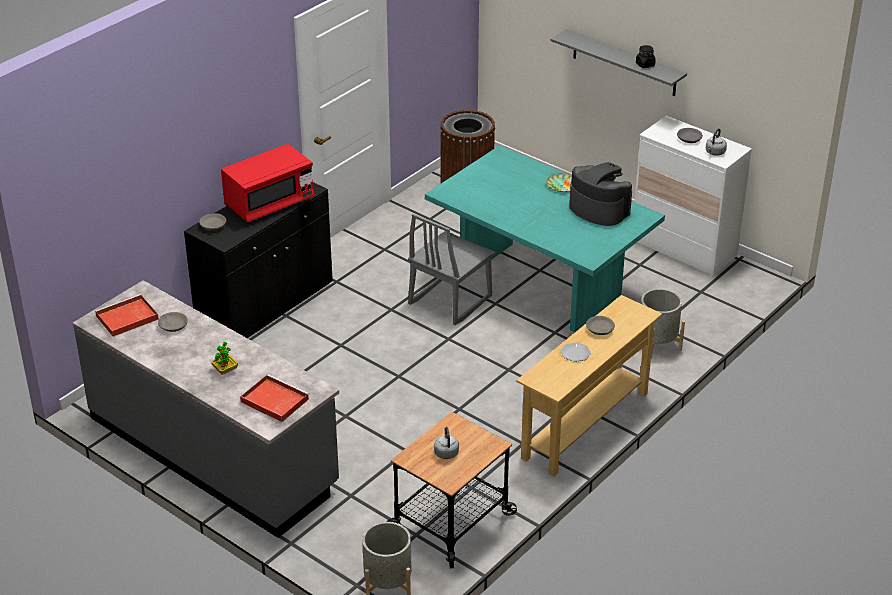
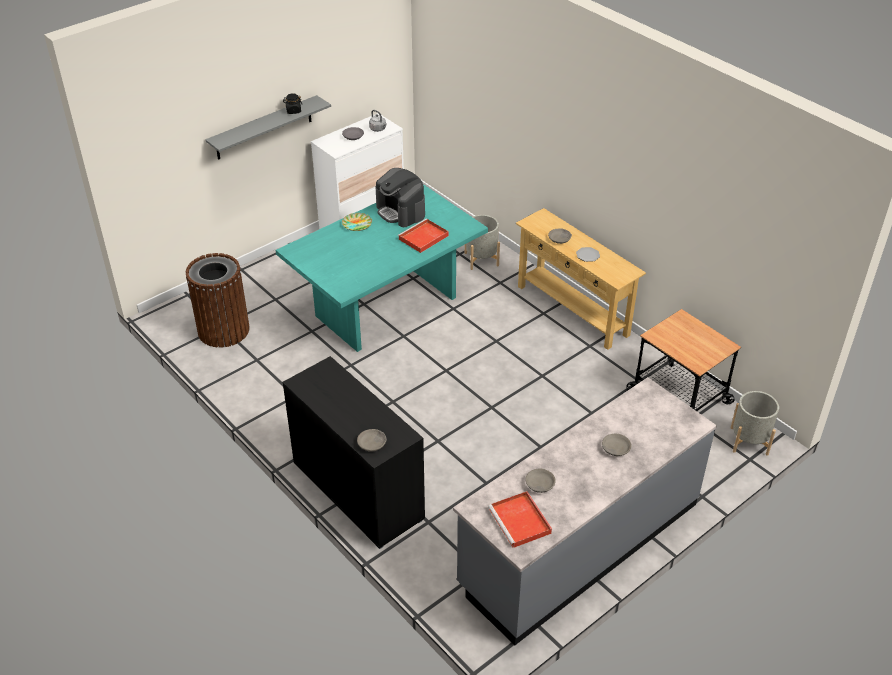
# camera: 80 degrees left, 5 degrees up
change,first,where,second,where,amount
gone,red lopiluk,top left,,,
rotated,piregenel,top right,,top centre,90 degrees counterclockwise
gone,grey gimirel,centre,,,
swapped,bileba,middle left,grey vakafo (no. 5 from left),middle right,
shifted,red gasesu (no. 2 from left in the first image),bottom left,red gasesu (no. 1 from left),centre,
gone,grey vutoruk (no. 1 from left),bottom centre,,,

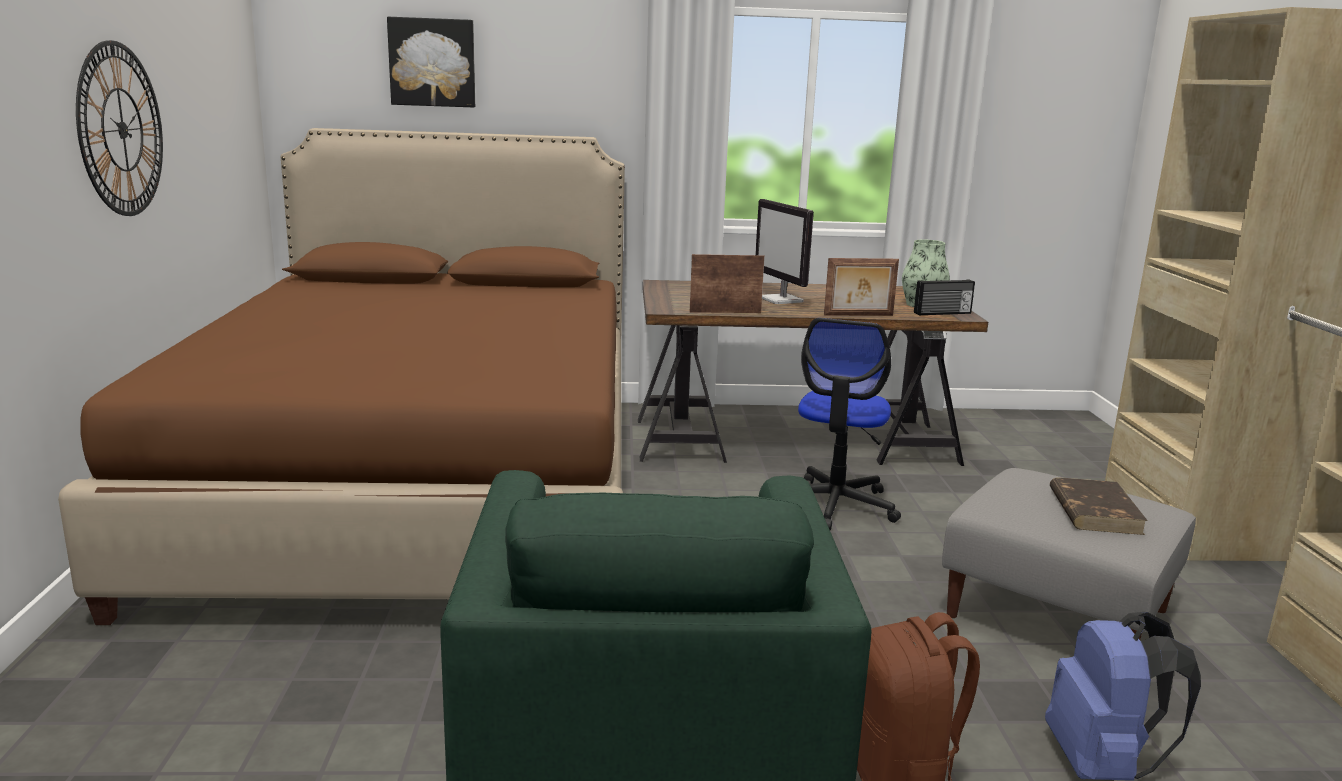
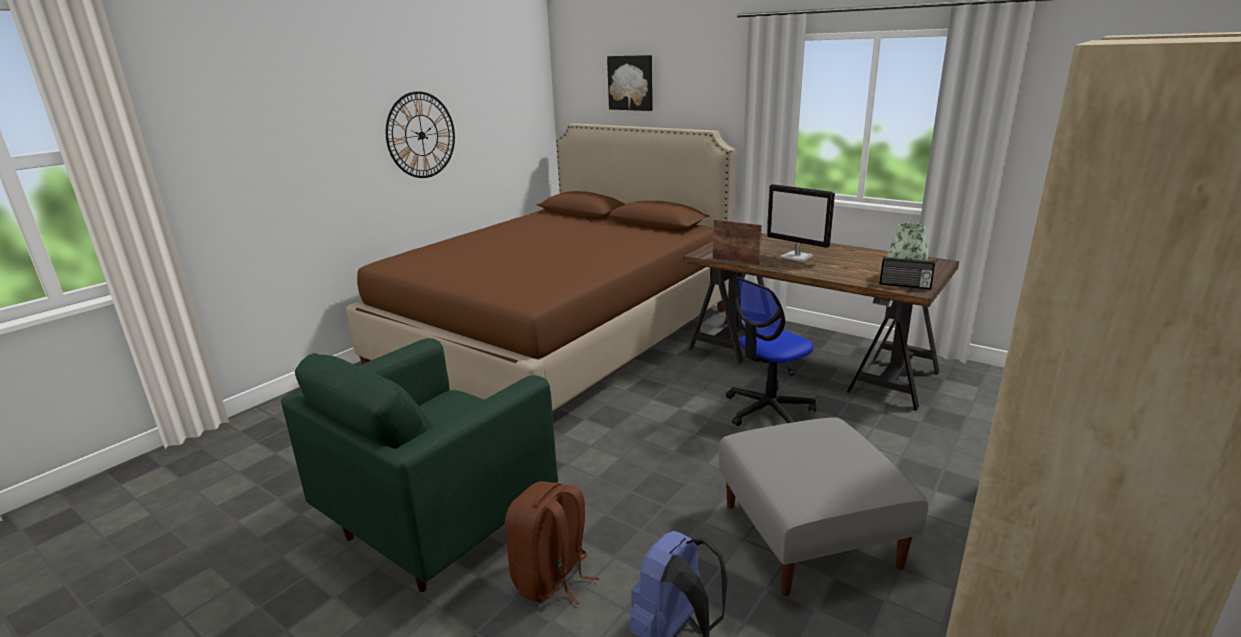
# camera: 40 degrees right, 5 degrees up
change,first,where,second,where,amount
rotated,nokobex,top centre,,centre,60 degrees counterclockwise
gone,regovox (no. 2 from left),centre,,,
gone,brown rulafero,middle right,,,

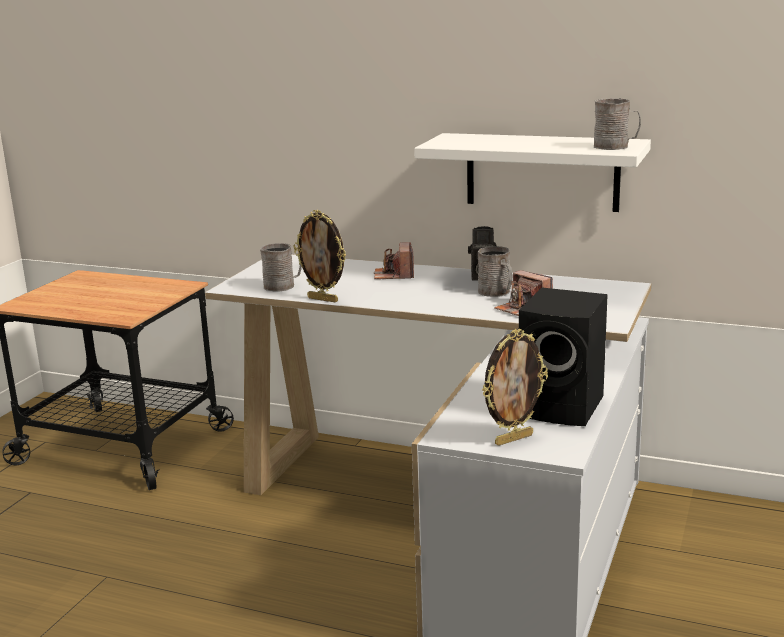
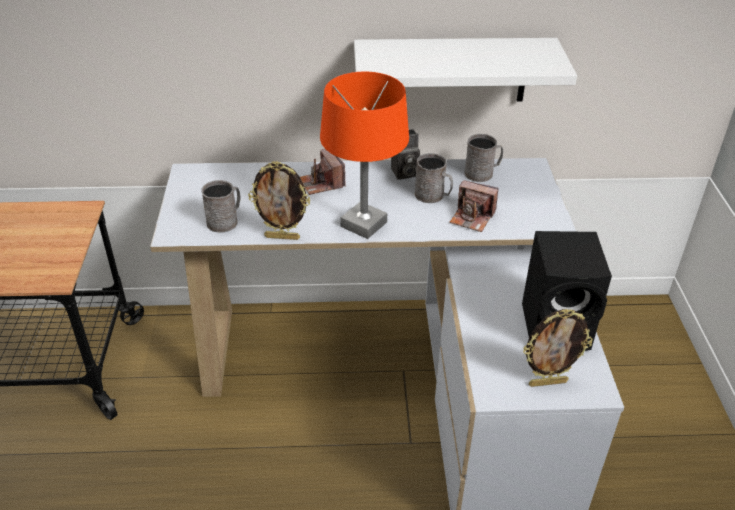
# camera: 25 degrees left, 20 degrees up
change,first,where,second,where,amount
shifted,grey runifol (no. 3 from left),top right,,top centre,
rotated,regovox (no. 2 from left),centre,,bottom right,45 degrees clockwise
new,,,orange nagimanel,top centre,

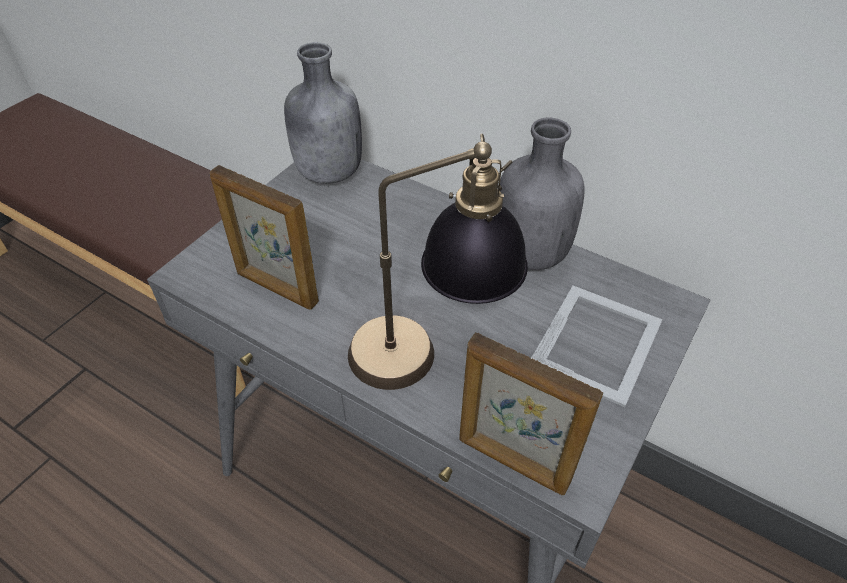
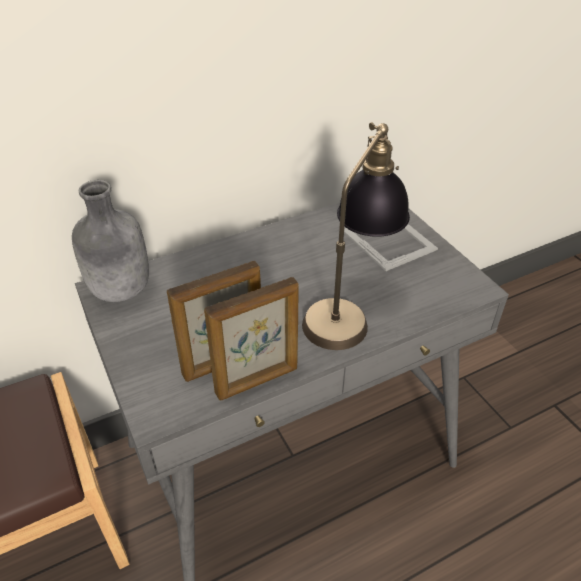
# camera: 60 degrees left, 5 degrees down
change,first,where,second,where,amount
gone,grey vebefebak (no. 2 from left),top centre,,,
shifted,regovox (no. 2 from left),bottom centre,,centre,

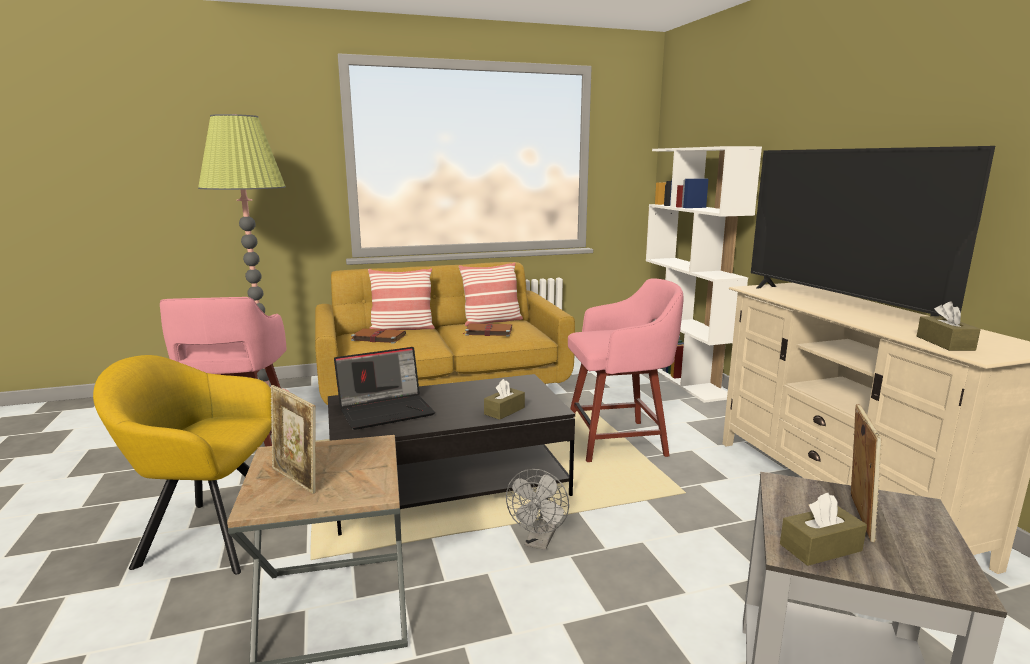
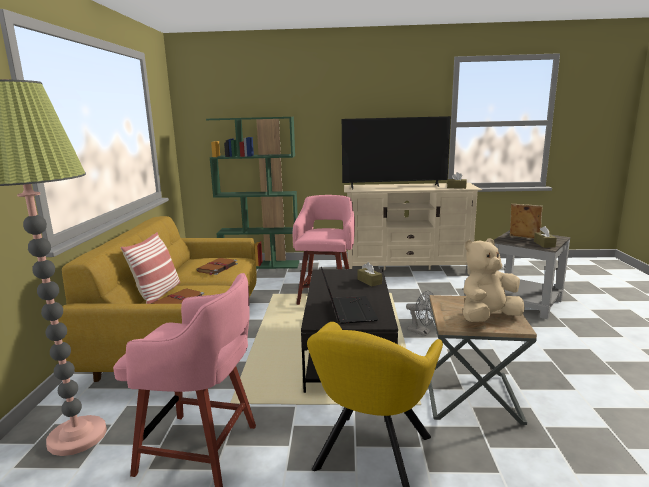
# camera: 70 degrees left, 0 degrees up
change,first,where,second,where,amount
repainted,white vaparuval,middle right,green vaparuval,centre,
gone,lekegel (no. 2 from left),centre,,,
swapped,regovox (no. 1 from left),middle left,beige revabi,middle right,

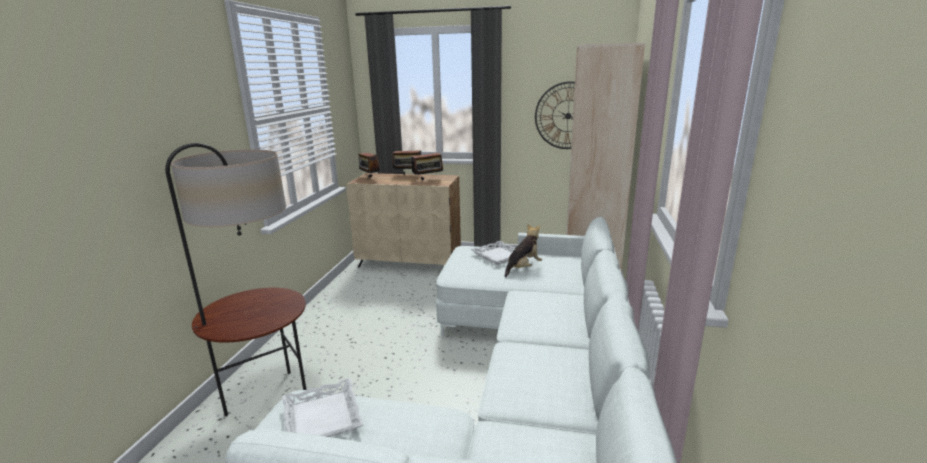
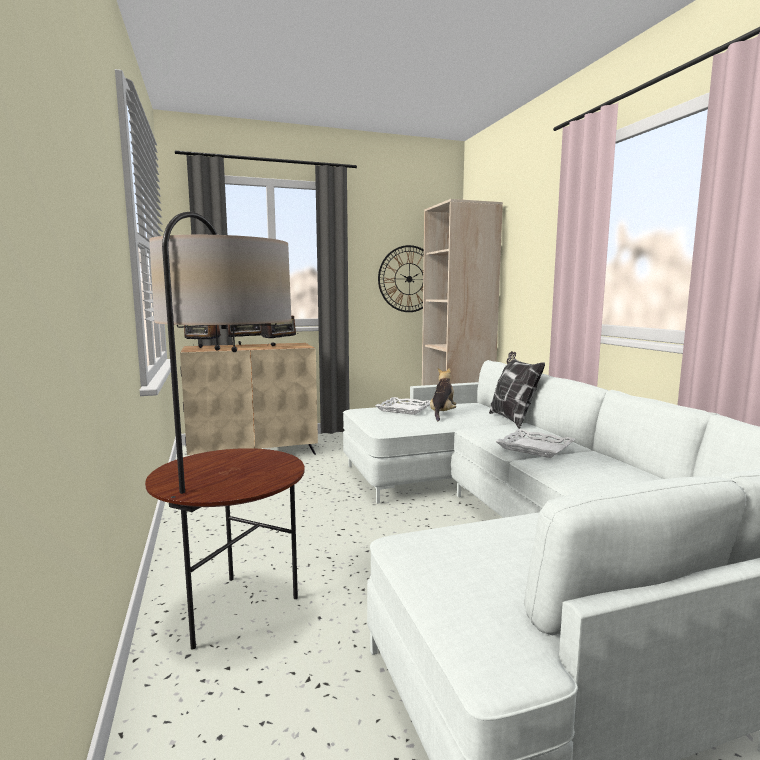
# camera: 30 degrees left, 10 degrees down
change,first,where,second,where,amount
shifted,white gasesu (no. 1 from left in the first image),bottom centre,white gasesu (no. 2 from left),middle right,
new,,,lekegel,middle right,

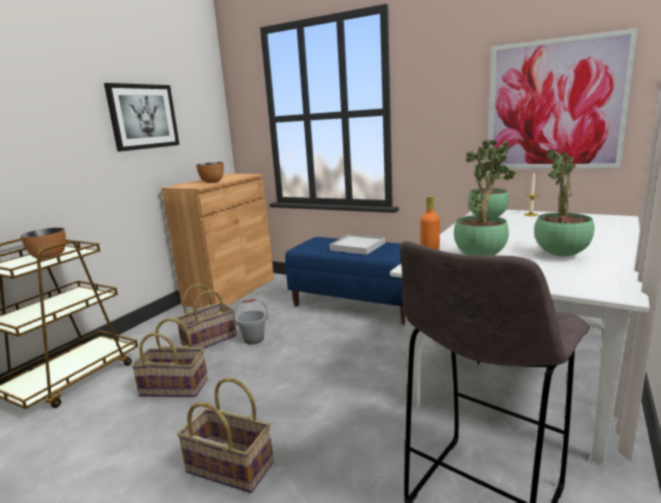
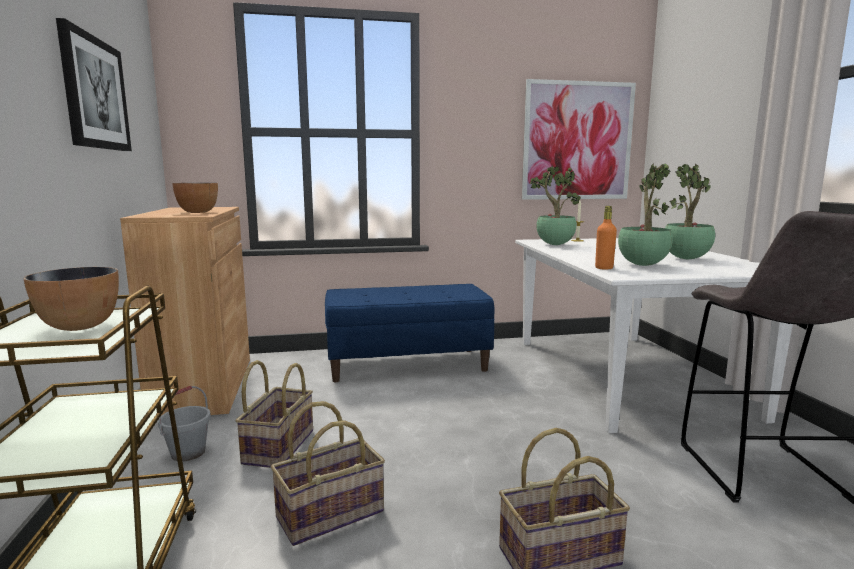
# camera: 40 degrees left, 5 degrees down
change,first,where,second,where,amount
gone,white gasesu,centre,,,
shifted,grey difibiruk,centre,,bottom left,

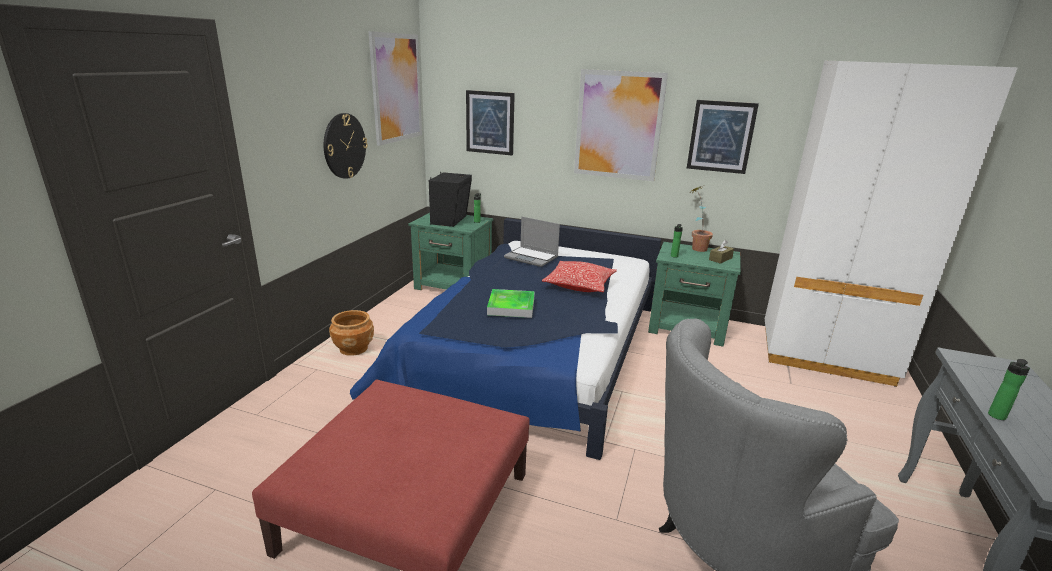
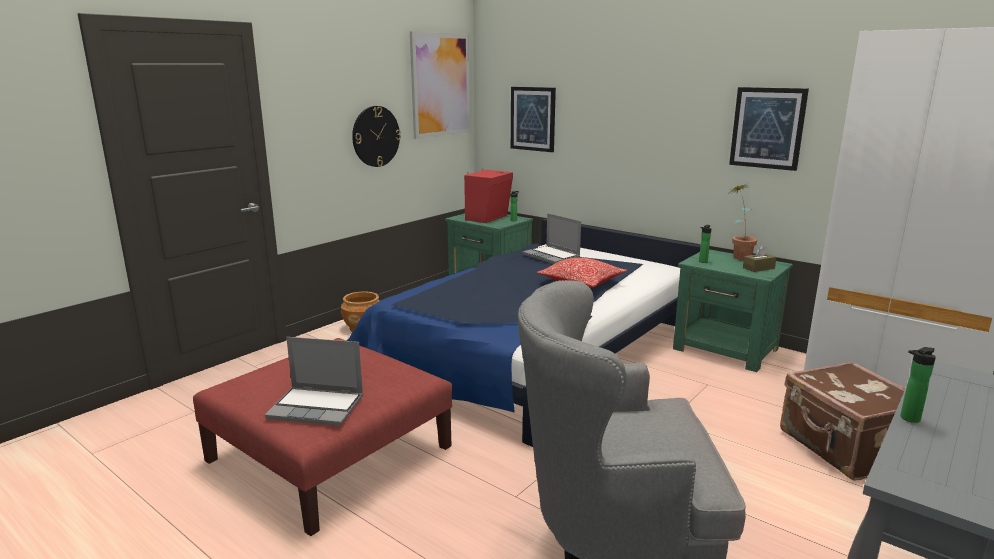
# camera: 20 degrees right, 5 degrees down
change,first,where,second,where,amount
gone,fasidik (no. 3 from left),top centre,,,
repainted,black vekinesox,centre,red vekinesox,centre,
gone,gasesu,centre,,,
new,,,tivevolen (no. 1 from left),bottom left,
new,,,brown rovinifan,bottom right,

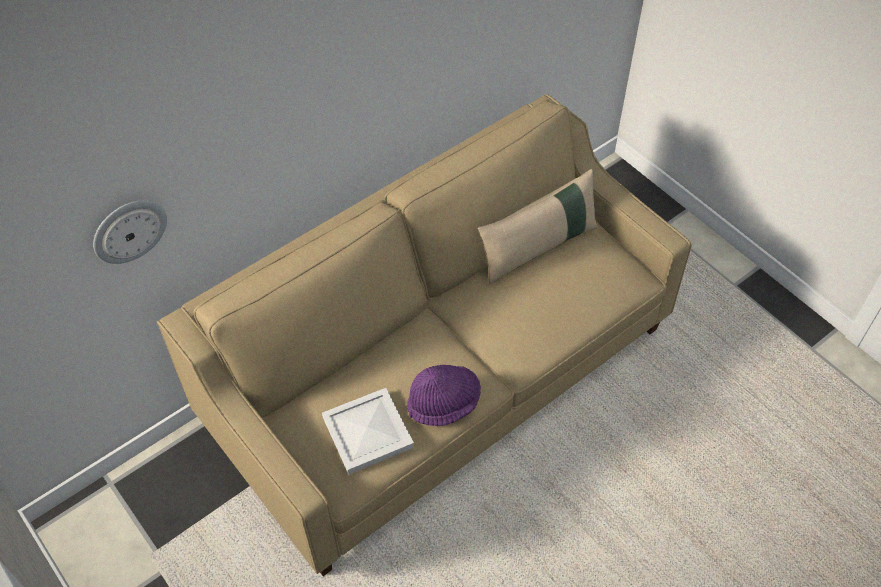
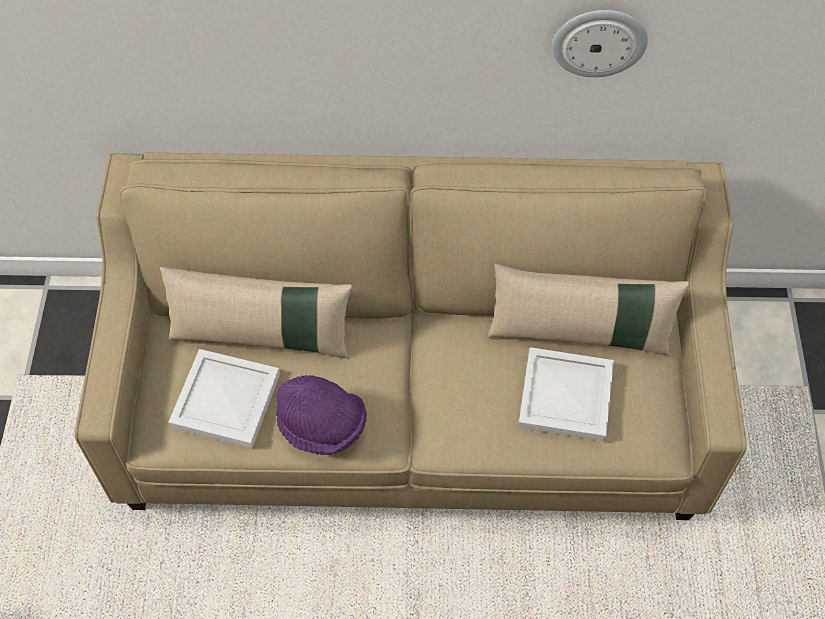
# camera: 40 degrees right, 5 degrees up
change,first,where,second,where,amount
shifted,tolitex,middle left,,top right,
new,,,beige lekegel (no. 1 from left),middle left,
new,,,white gasesu (no. 2 from left),middle right,

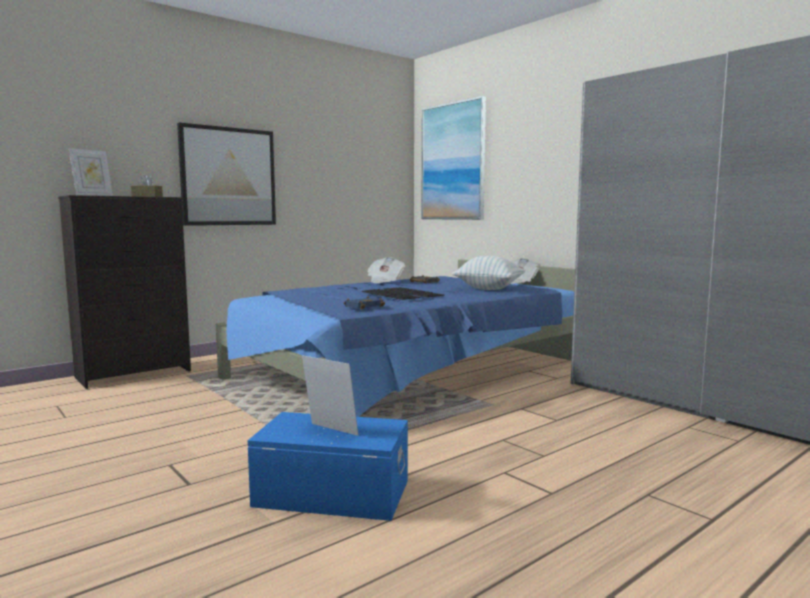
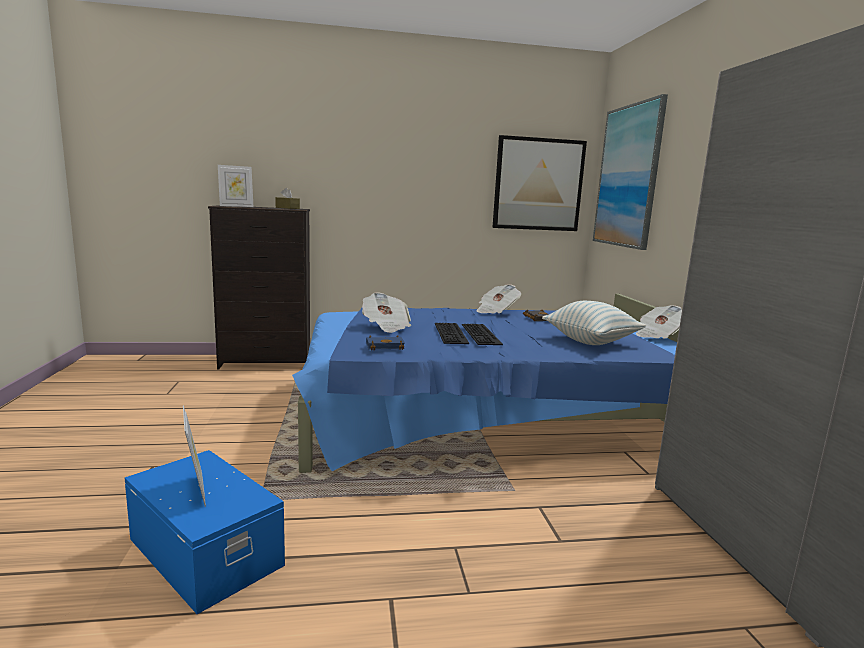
# camera: 30 degrees right, 5 degrees up
change,first,where,second,where,amount
shifted,fasidik (no. 1 from left),top left,,top centre,
new,,,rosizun (no. 1 from left),centre,

